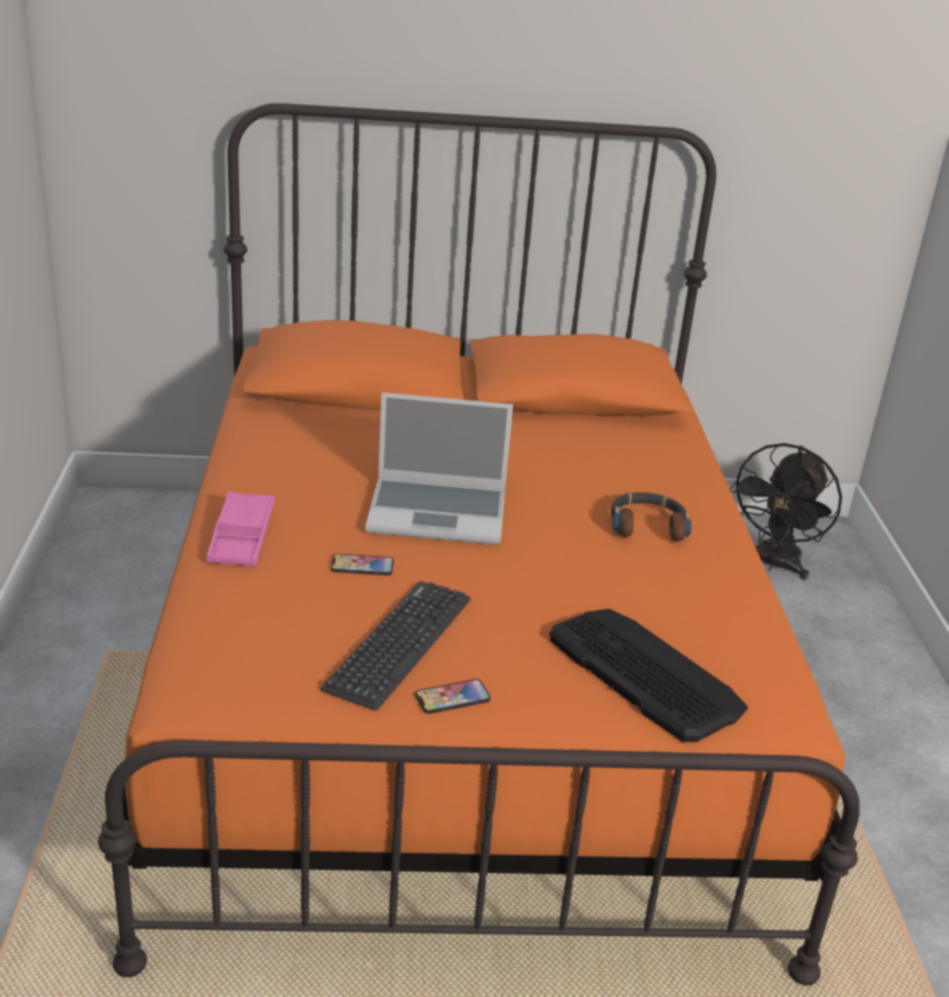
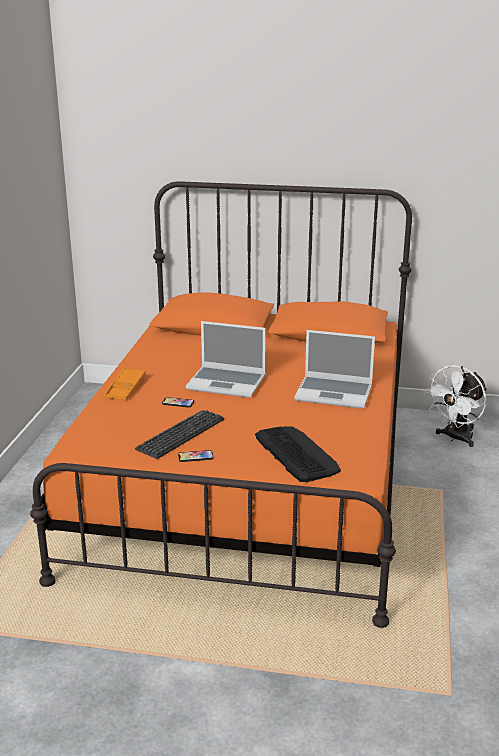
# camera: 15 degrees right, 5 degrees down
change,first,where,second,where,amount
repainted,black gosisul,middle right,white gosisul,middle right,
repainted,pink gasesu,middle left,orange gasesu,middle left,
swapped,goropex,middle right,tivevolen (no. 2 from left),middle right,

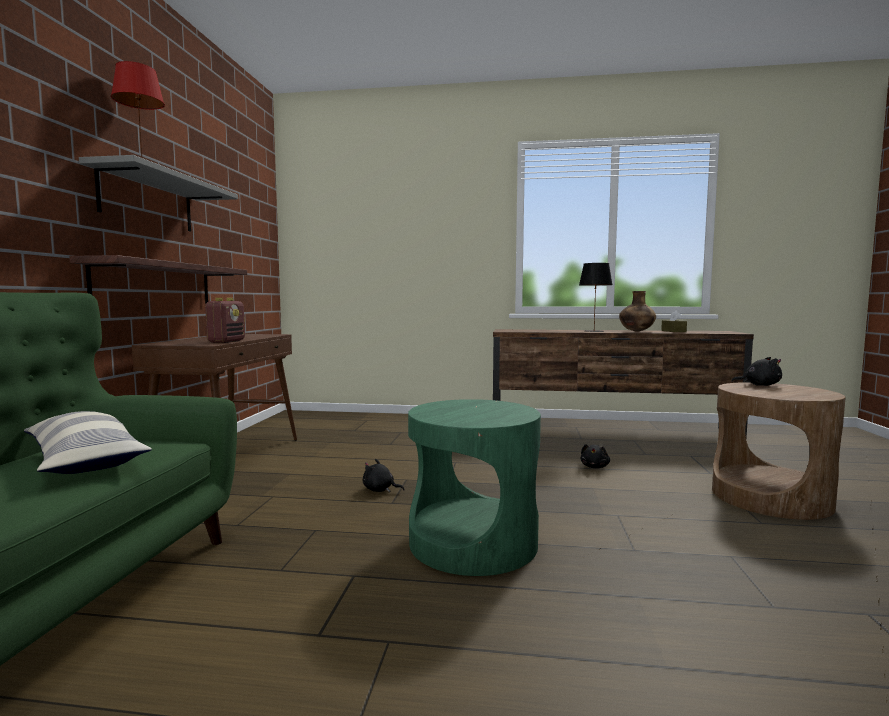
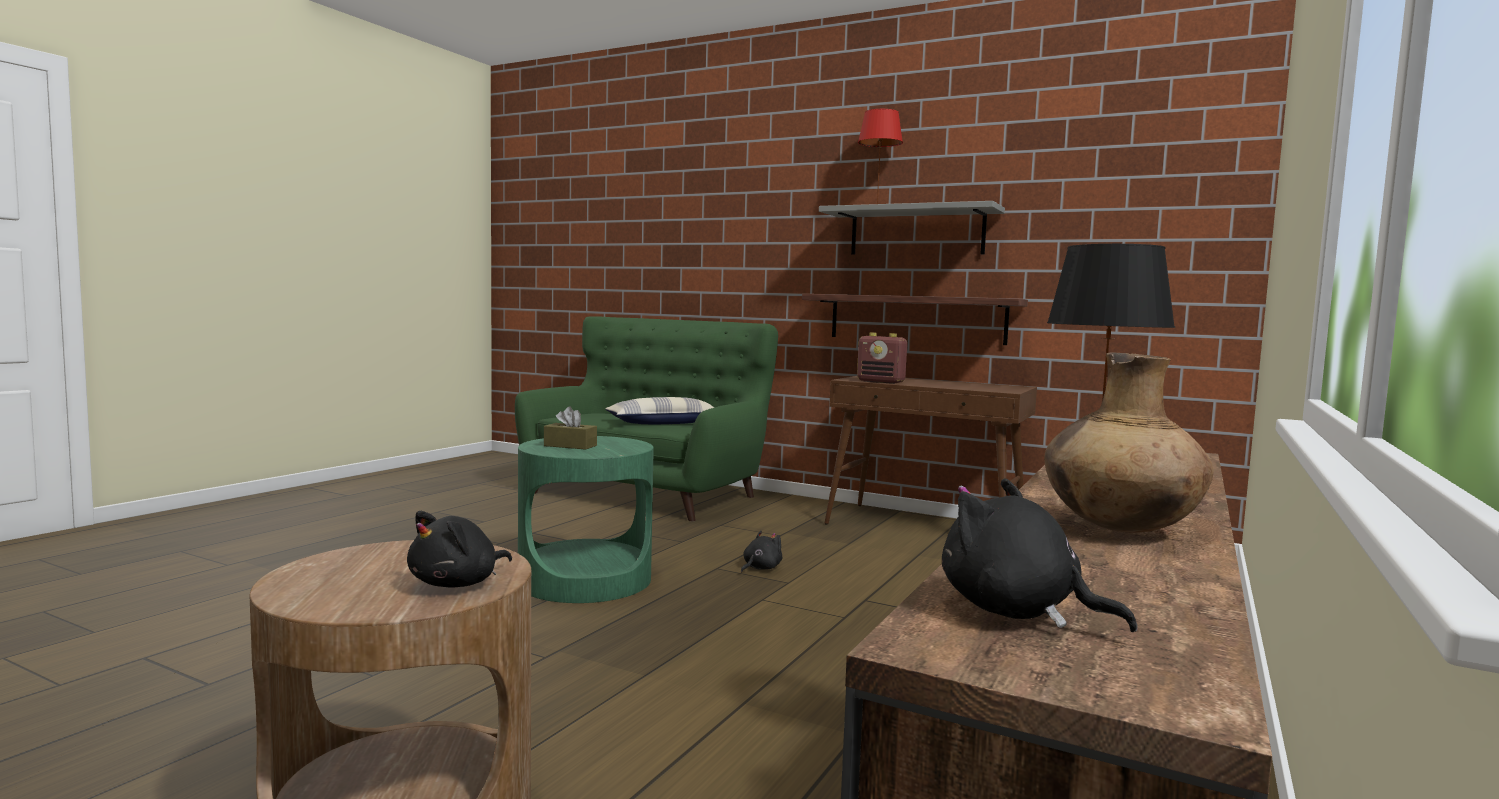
# camera: 110 degrees right, 0 degrees up
change,first,where,second,where,amount
shifted,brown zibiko,middle right,,centre,
shifted,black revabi (no. 2 from left in the first image),middle right,black revabi (no. 3 from left),bottom right,

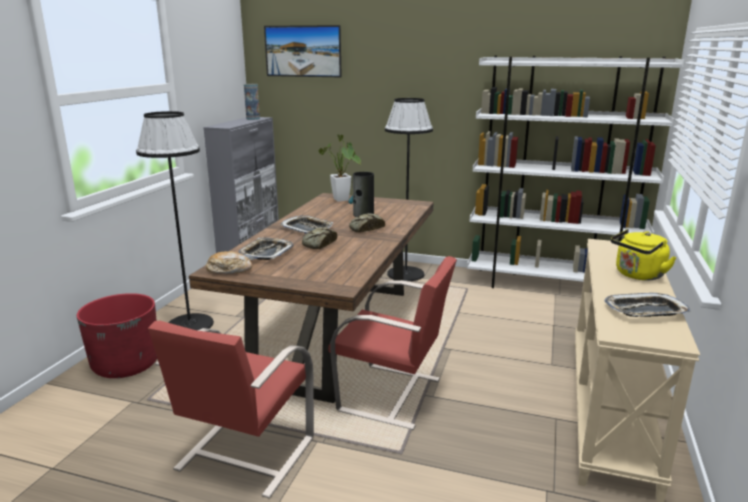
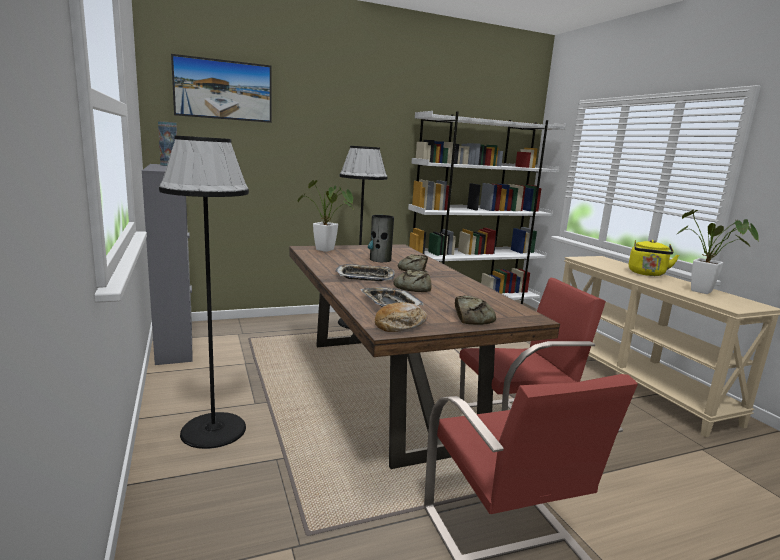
# camera: 40 degrees left, 5 degrees down
change,first,where,second,where,amount
gone,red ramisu,bottom left,,,
swapped,gasesu (no. 3 from left),middle right,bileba (no. 2 from left),middle right,
new,,,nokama (no. 4 from left),centre,

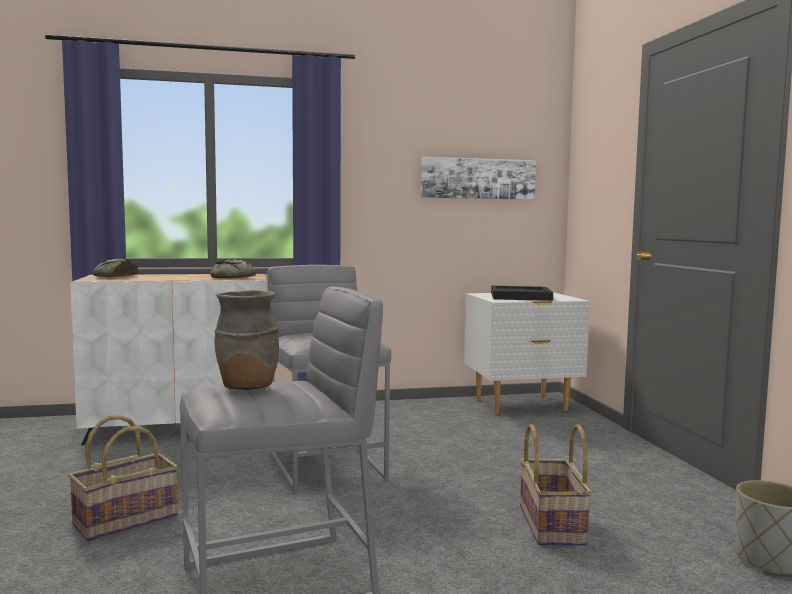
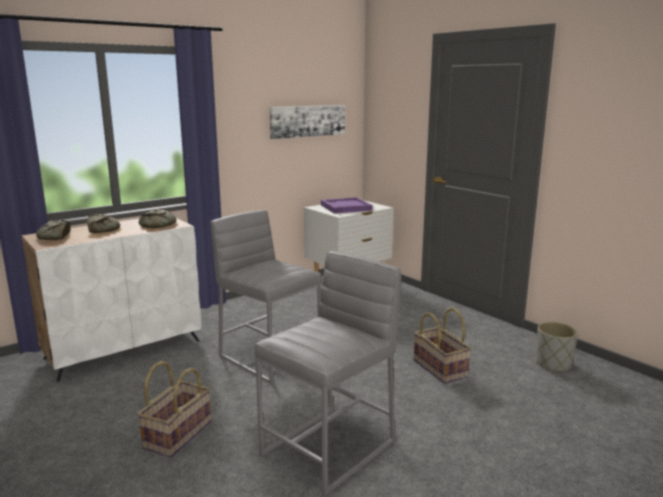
# camera: 25 degrees left, 10 degrees up
change,first,where,second,where,amount
repainted,black gasesu,centre,purple gasesu,centre,
gone,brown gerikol,middle left,,,
new,,,nokama (no. 2 from left),middle left,

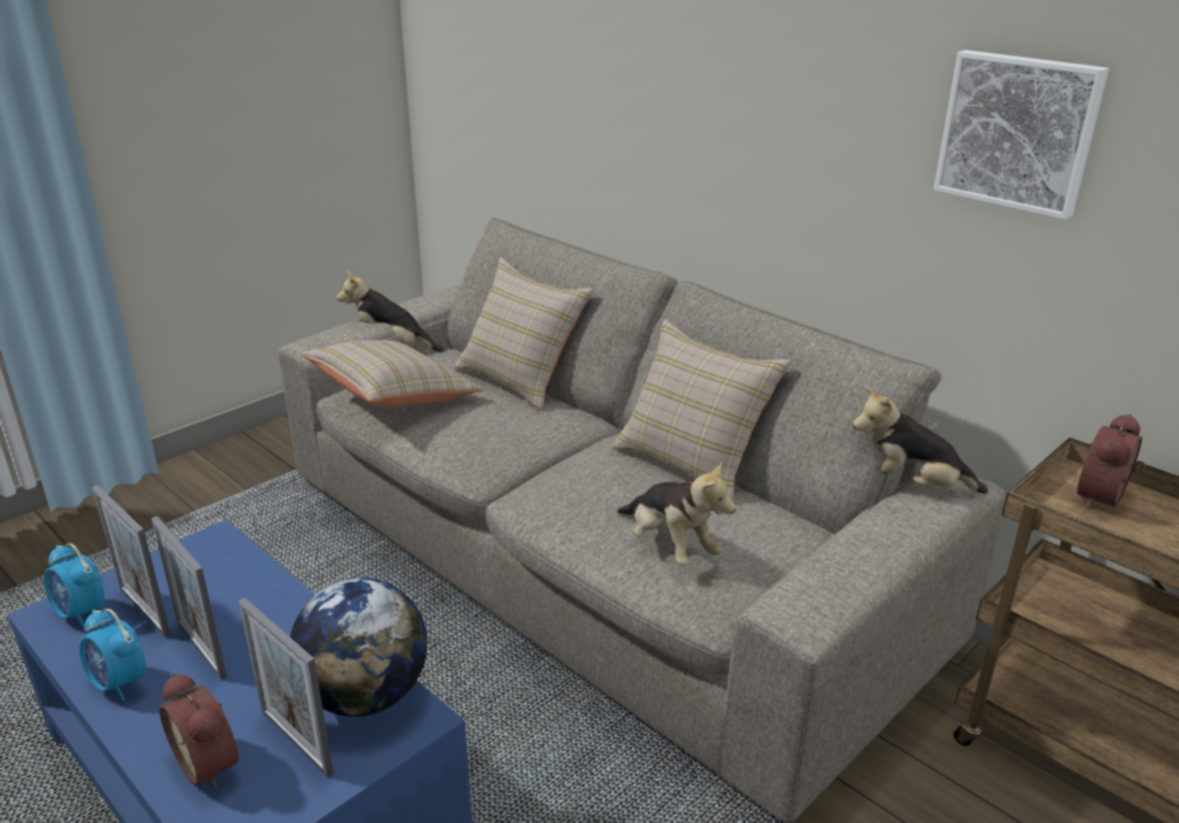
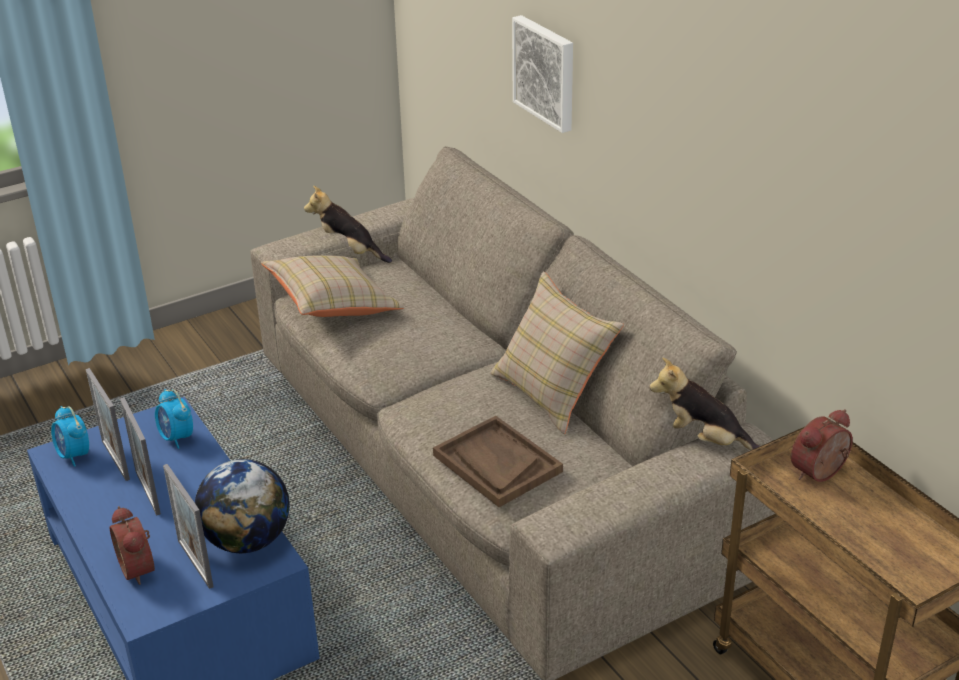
# camera: 15 degrees right, 5 degrees up
change,first,where,second,where,amount
shifted,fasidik,top right,,top centre,
gone,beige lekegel (no. 2 from left),centre,,,
swapped,revabi (no. 2 from left),centre,brown gasesu,bottom centre,
shifted,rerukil (no. 2 from left in the first image),bottom left,rerukil (no. 3 from left),middle left,

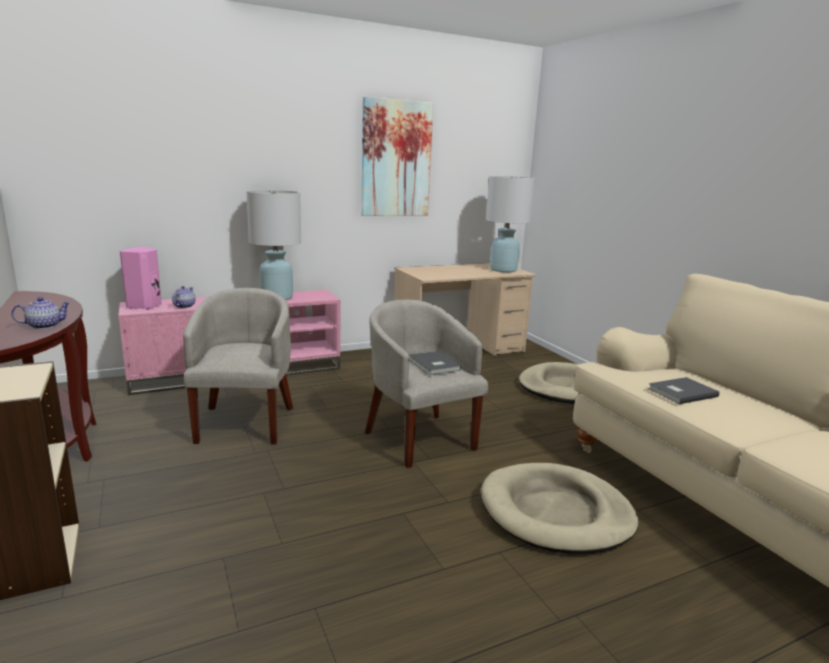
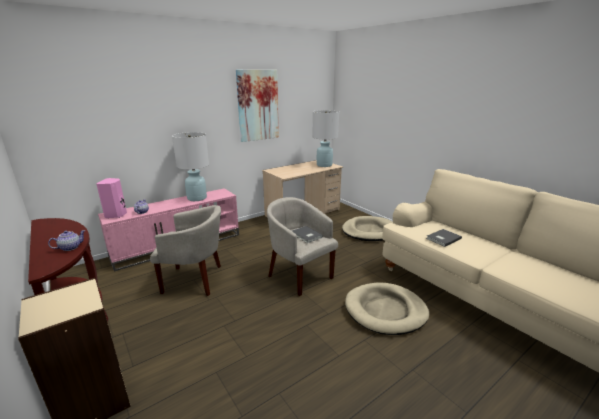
# camera: 10 degrees left, 5 degrees up
change,first,where,second,where,amount
rotated,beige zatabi (no. 1 from left),middle left,,middle left,105 degrees clockwise

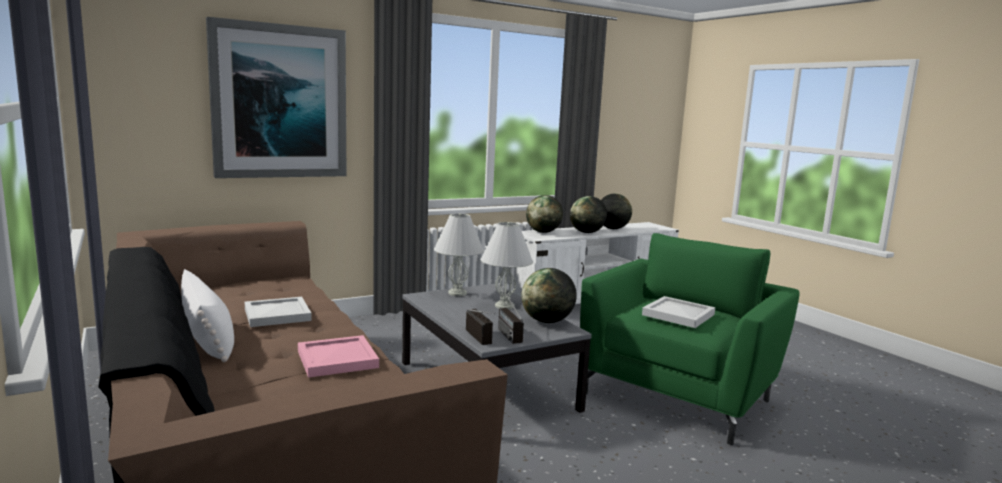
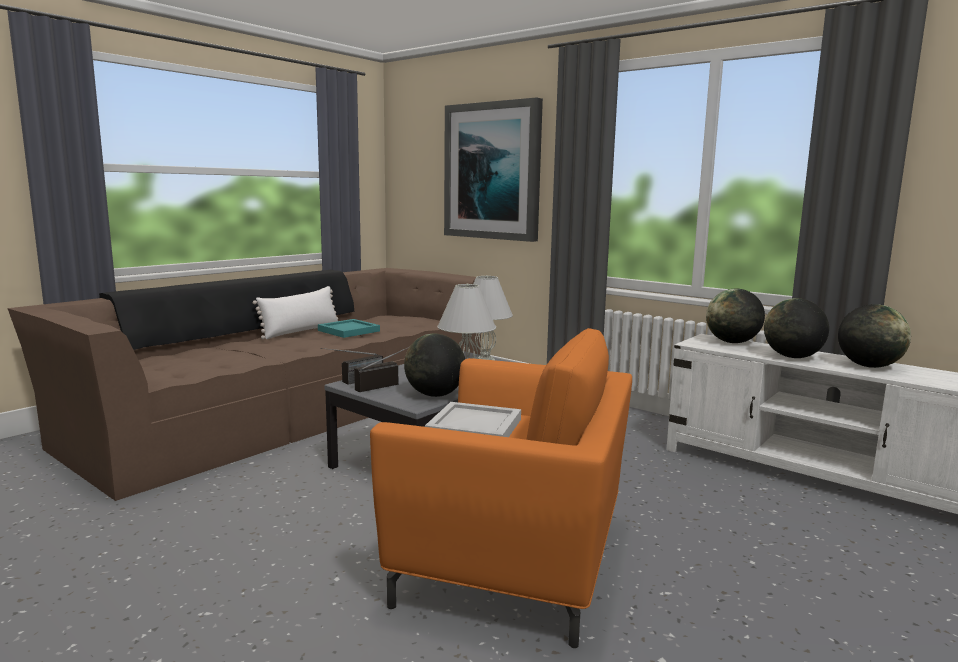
# camera: 70 degrees right, 0 degrees up
change,first,where,second,where,amount
repainted,green zatabi,bottom right,orange zatabi,bottom centre,
repainted,white gasesu (no. 1 from left),middle left,turquoise gasesu,centre,
gone,pink gasesu,bottom centre,,,

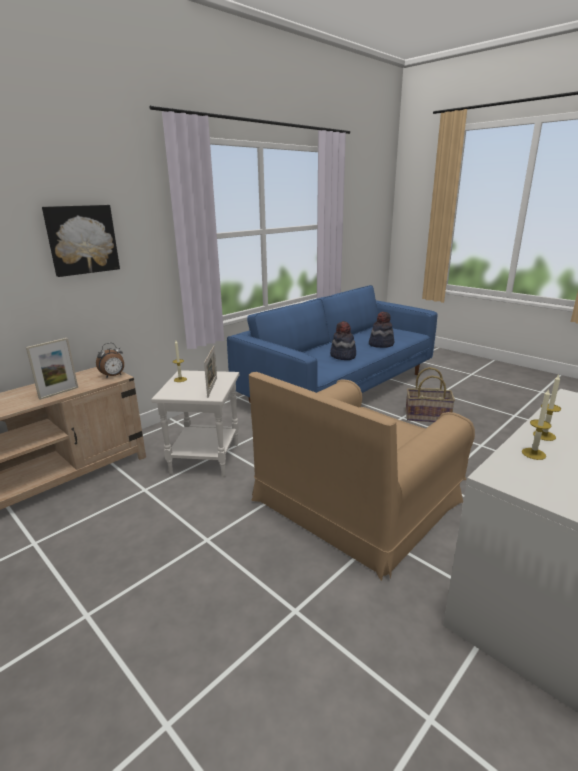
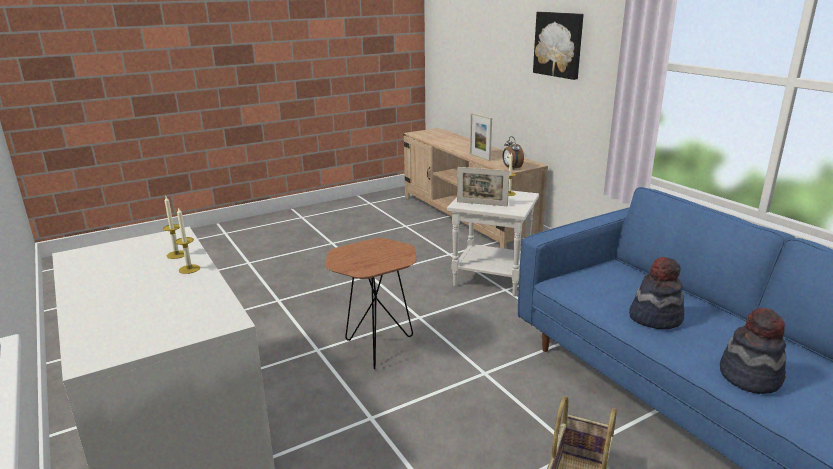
# camera: 105 degrees right, 0 degrees up
change,first,where,second,where,amount
swapped,brown zatabi,centre,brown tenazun,centre,

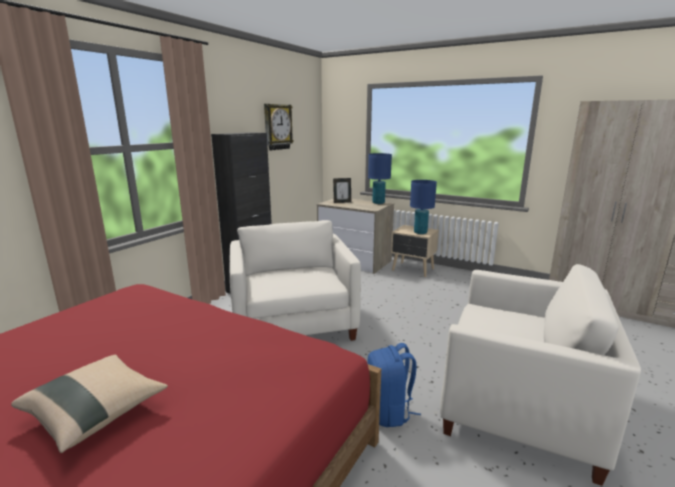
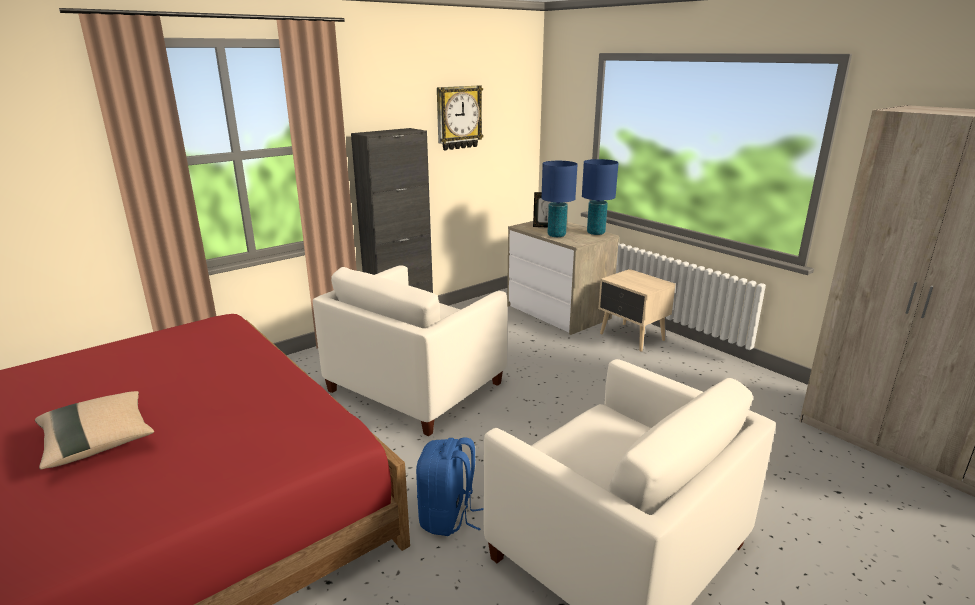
# camera: 20 degrees right, 5 degrees up
change,first,where,second,where,amount
shifted,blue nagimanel (no. 2 from left in the first image),centre,blue nagimanel (no. 1 from left),top centre,
rotated,white zatabi (no. 1 from left),centre,,centre,150 degrees counterclockwise

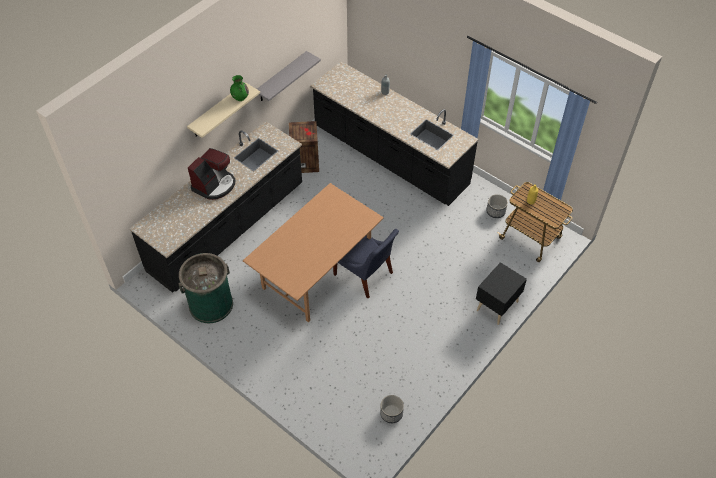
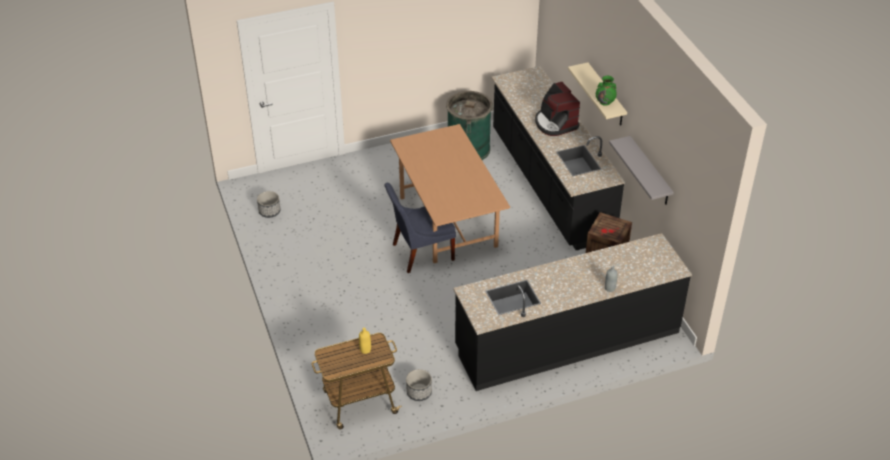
# camera: 120 degrees right, 10 degrees down
change,first,where,second,where,amount
gone,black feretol,middle right,,,

